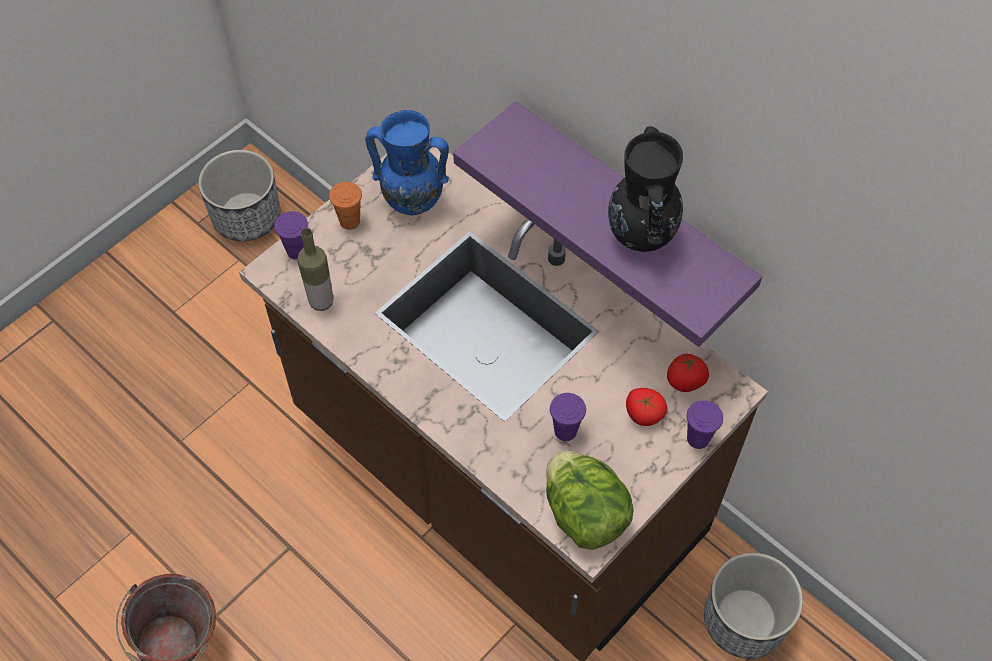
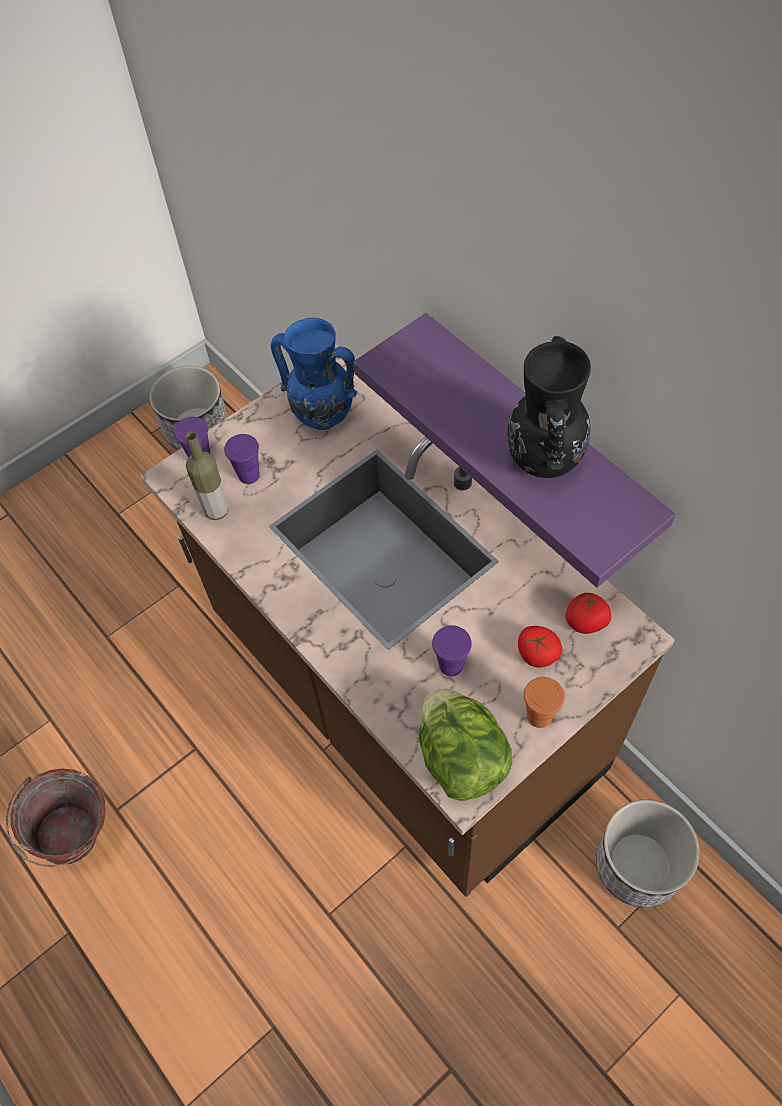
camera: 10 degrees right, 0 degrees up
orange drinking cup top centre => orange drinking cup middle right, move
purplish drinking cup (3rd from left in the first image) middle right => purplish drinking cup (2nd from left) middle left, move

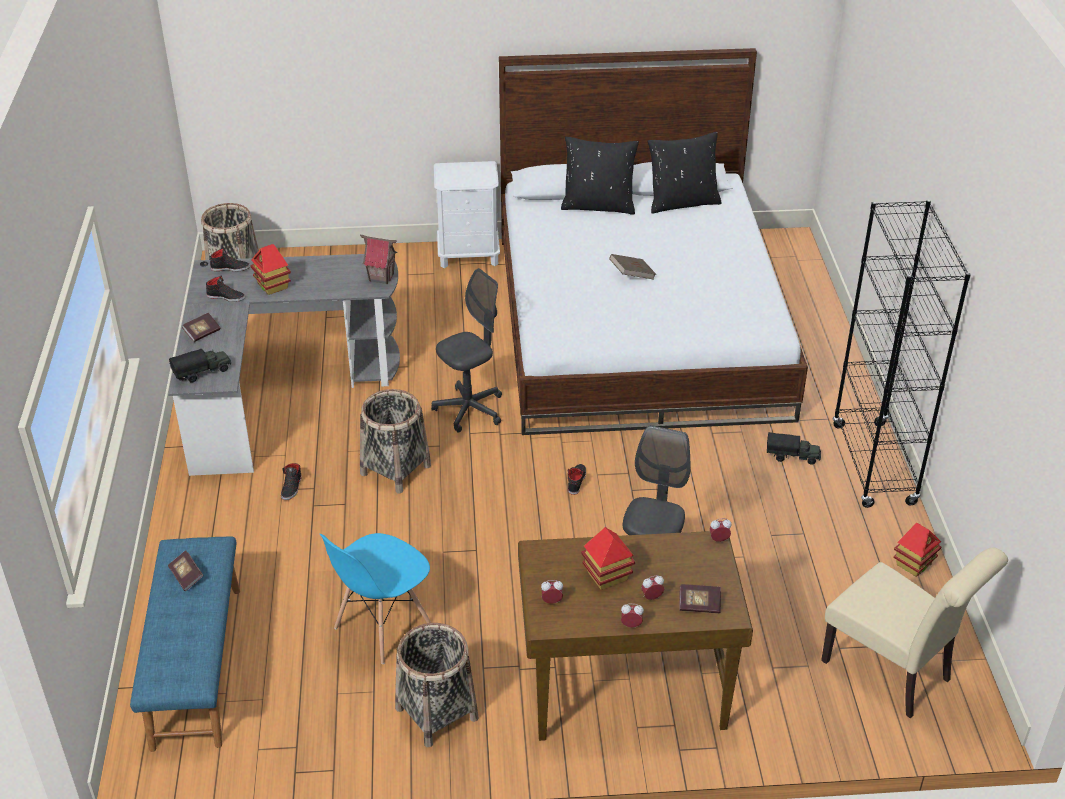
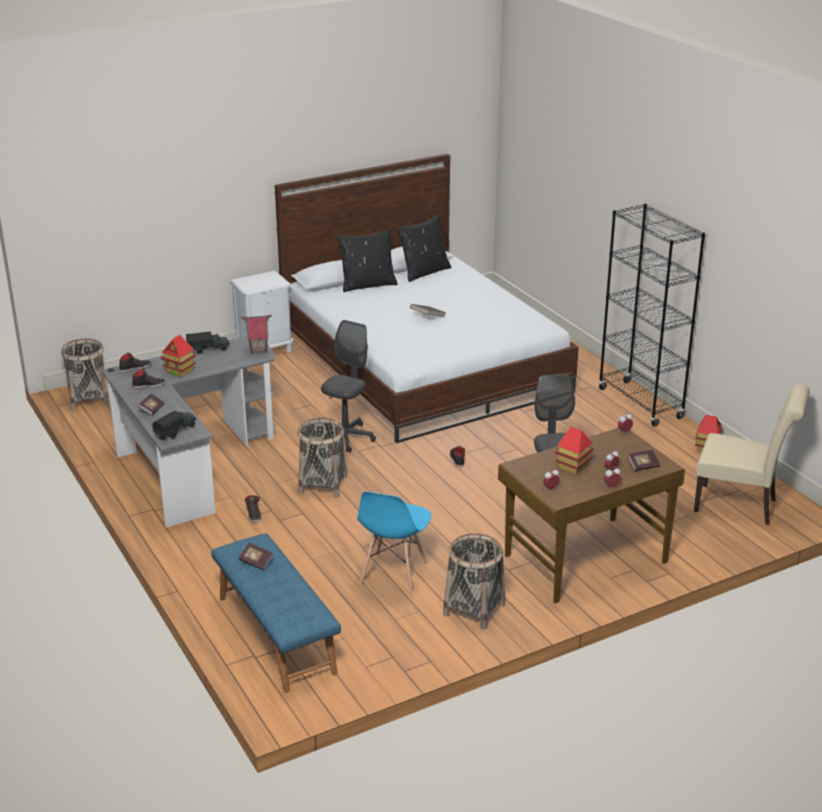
camera: 25 degrees left, 10 degrees down
toy lorry (2nd from left) middle right => toy lorry (2nd from left) middle left, move

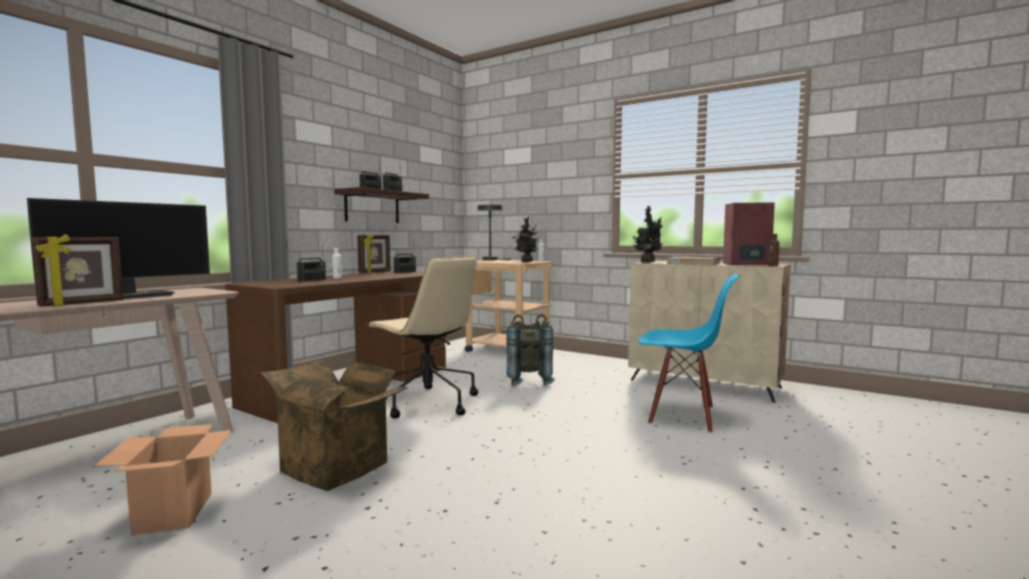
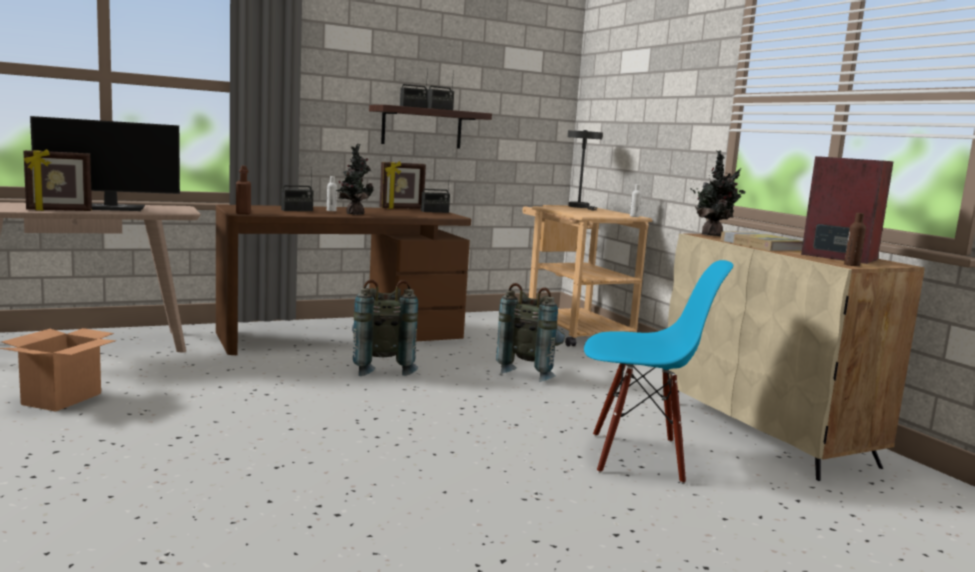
camera: 30 degrees right, 5 degrees up
potted plant (1st from left) centre => potted plant (1st from left) top centre, move
beige computer chair centre => grey rucksack (1st from left) centre
bluish chair middle right, 45 degrees counterclockwise
packing box (2nd from left) bottom left => nothing
nothing => brownish bottle (1st from left) top left

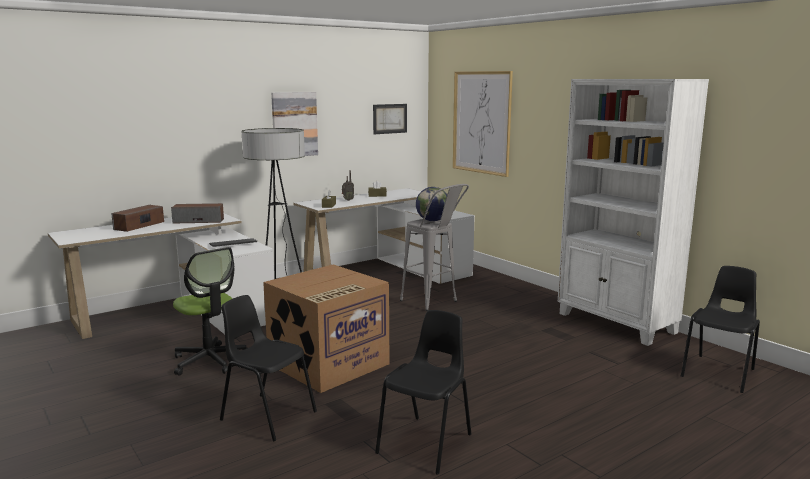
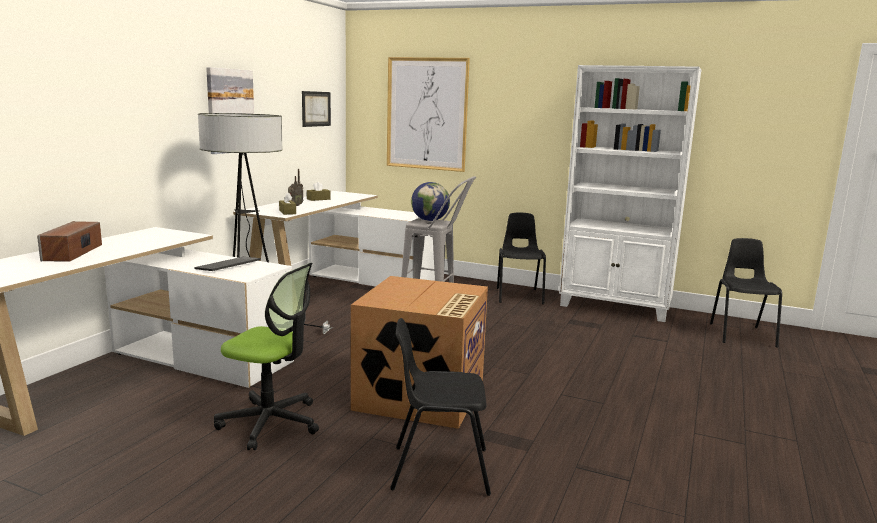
camera: 30 degrees left, 0 degrees up
loudspeaker (2nd from left) middle left => nothing
black chair (2nd from left) bottom centre => black chair (2nd from left) centre, move

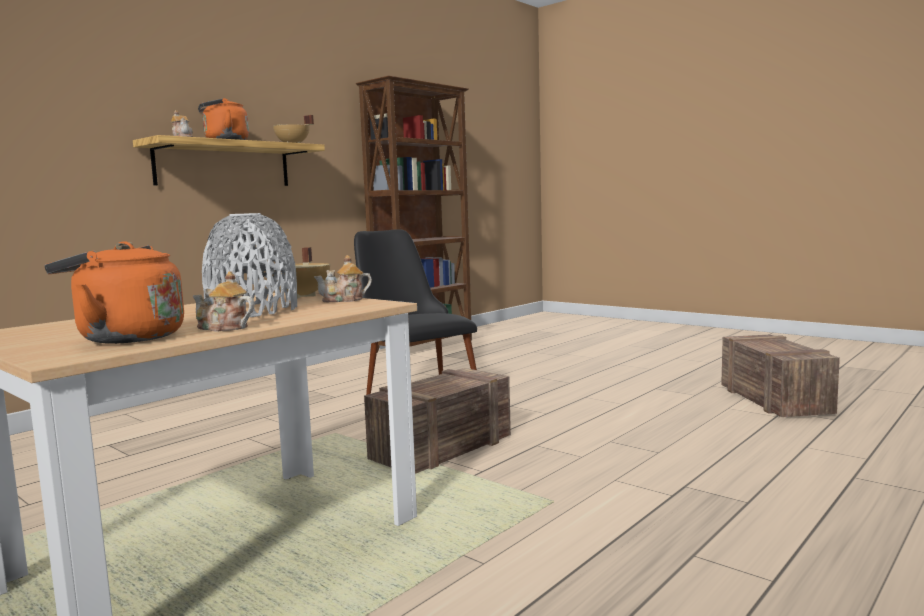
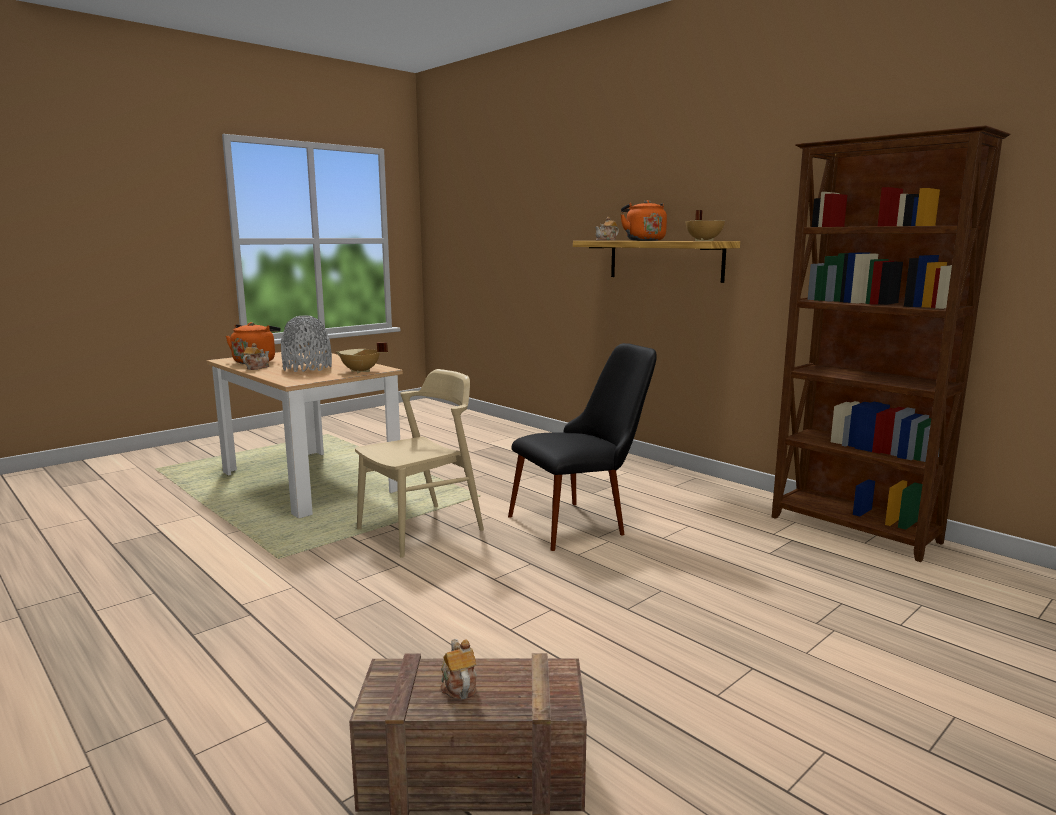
camera: 95 degrees right, 5 degrees up
pot for tea (3rd from left in the first image) centre => pot for tea (2nd from left) bottom centre, move
packing crate (1st from left) bottom centre => beige chair centre

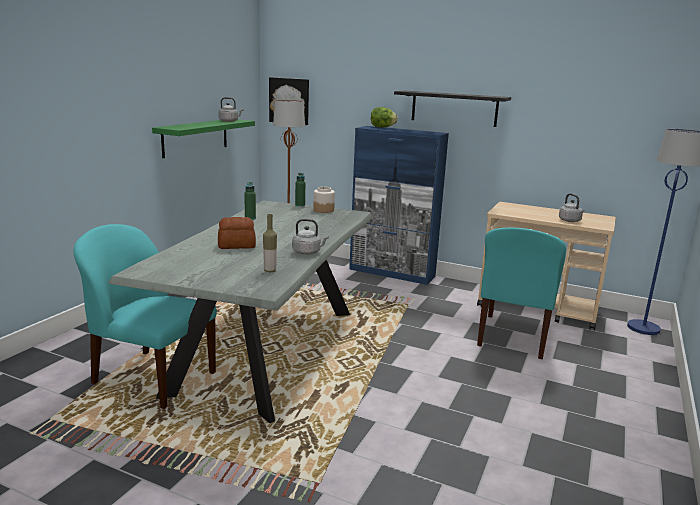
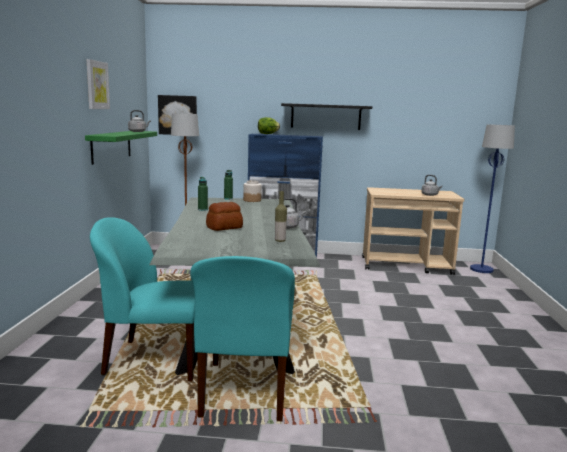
camera: 20 degrees left, 5 degrees down
turquoise chair (2nd from left) middle right => turquoise chair (2nd from left) bottom centre, move
nothing => wall picture (1st from left) top left

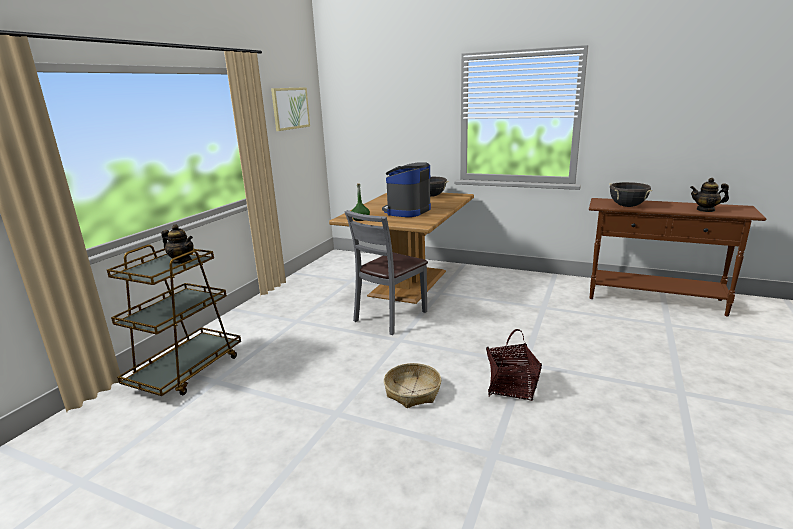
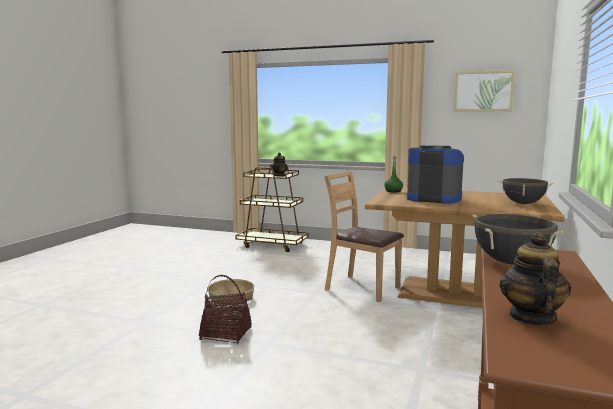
camera: 85 degrees right, 10 degrees down
grey chair centre => brownish chair centre

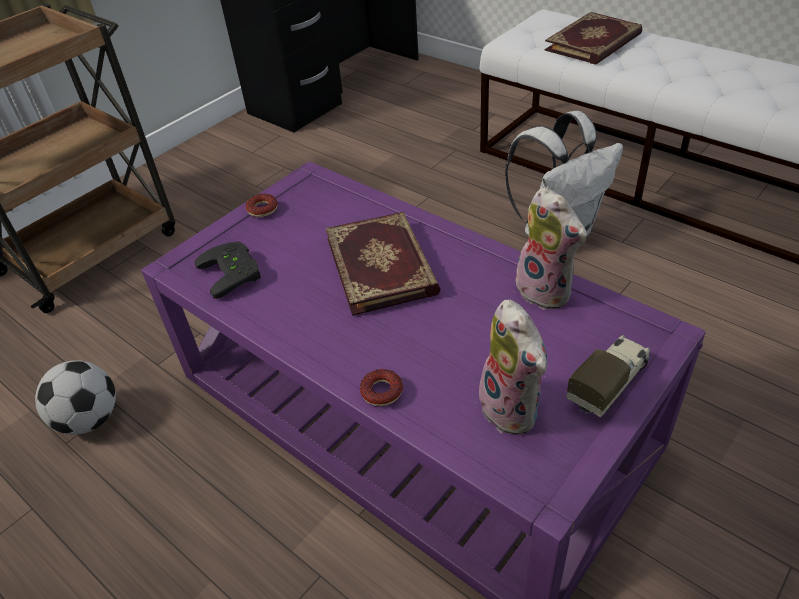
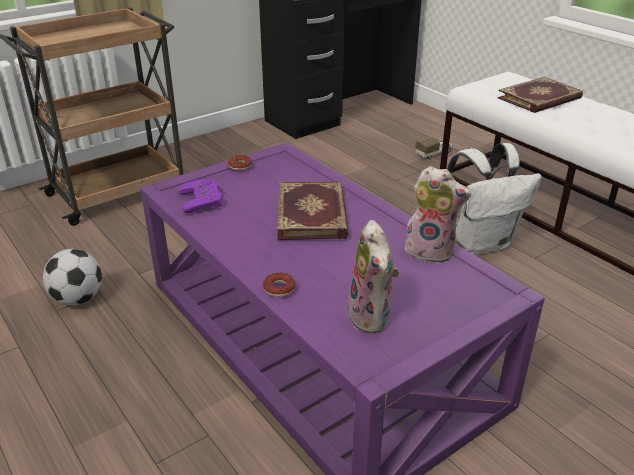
camera: 10 degrees right, 10 degrees down
soft toy (2nd from left) middle right, 45 degrees counterclockwise
black gamepad middle left => purplish gamepad middle left
toy lorry middle right => toy lorry top right, move

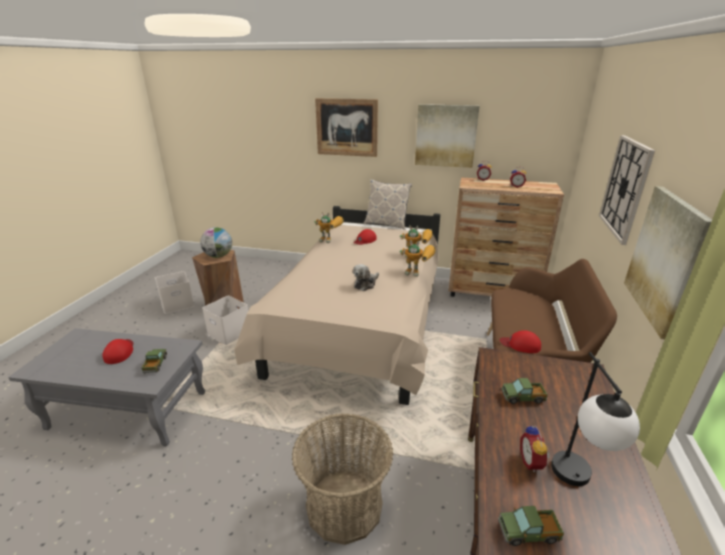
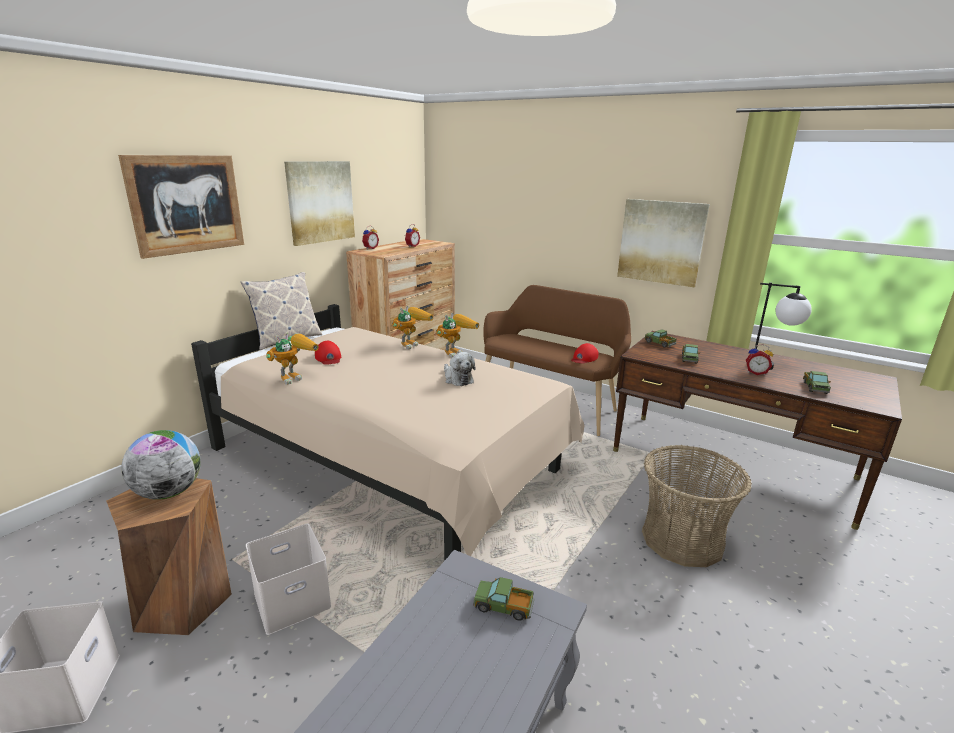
camera: 70 degrees left, 5 degrees down
hanging clock middle right => nothing
reddish peaked cap (1st from left) middle left => nothing
nothing => toy lorry (2nd from left) middle right

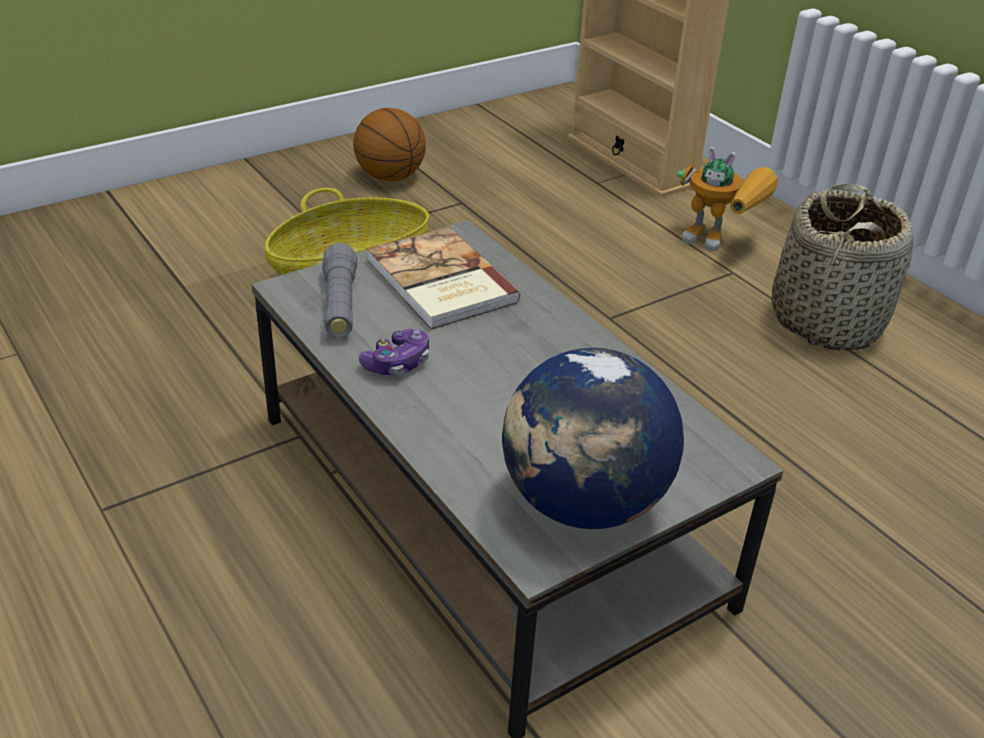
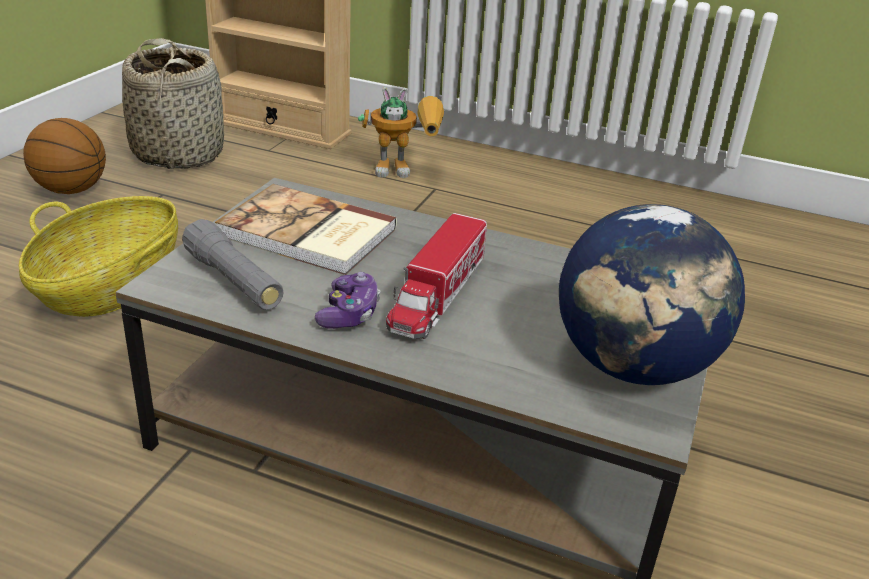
camera: 35 degrees left, 5 degrees down
storage basket (2nd from left) middle right => storage basket (2nd from left) top left, move
nothing => toy lorry centre

